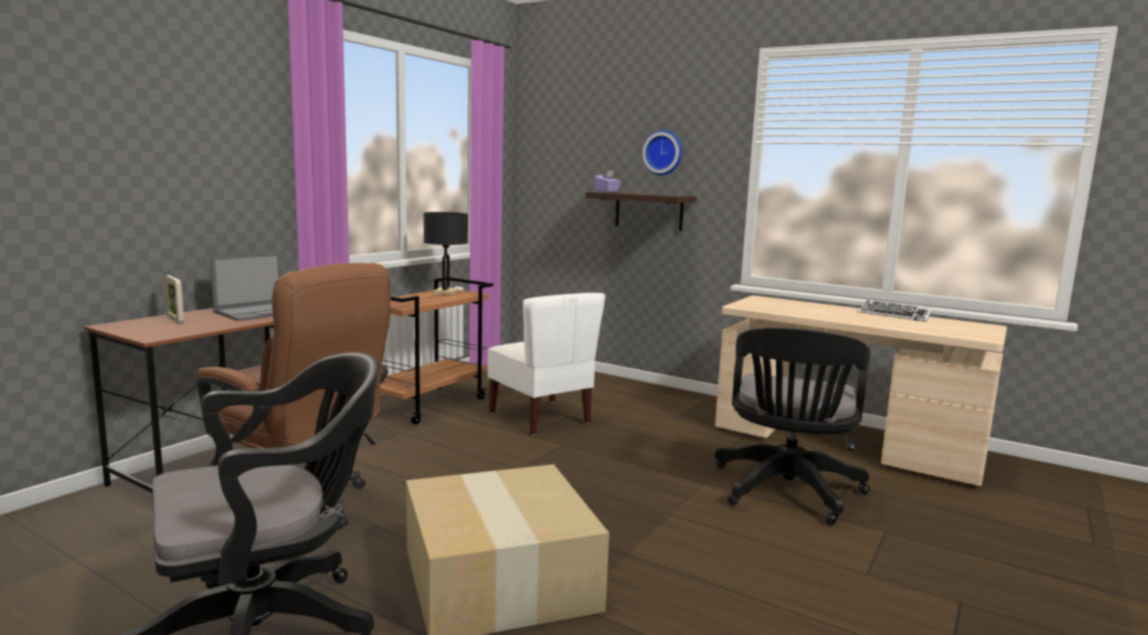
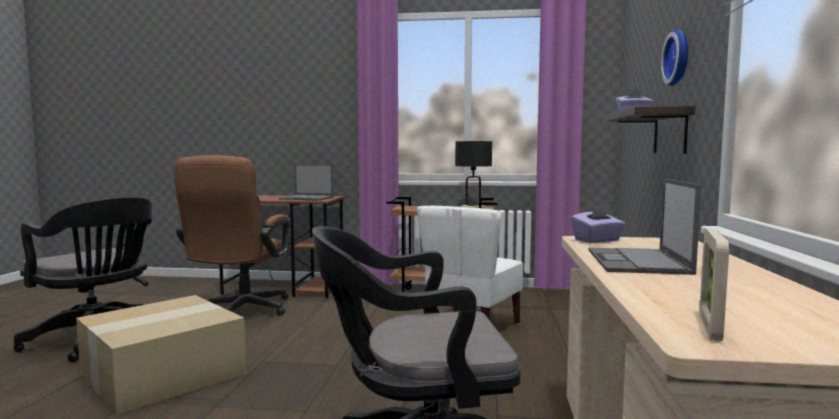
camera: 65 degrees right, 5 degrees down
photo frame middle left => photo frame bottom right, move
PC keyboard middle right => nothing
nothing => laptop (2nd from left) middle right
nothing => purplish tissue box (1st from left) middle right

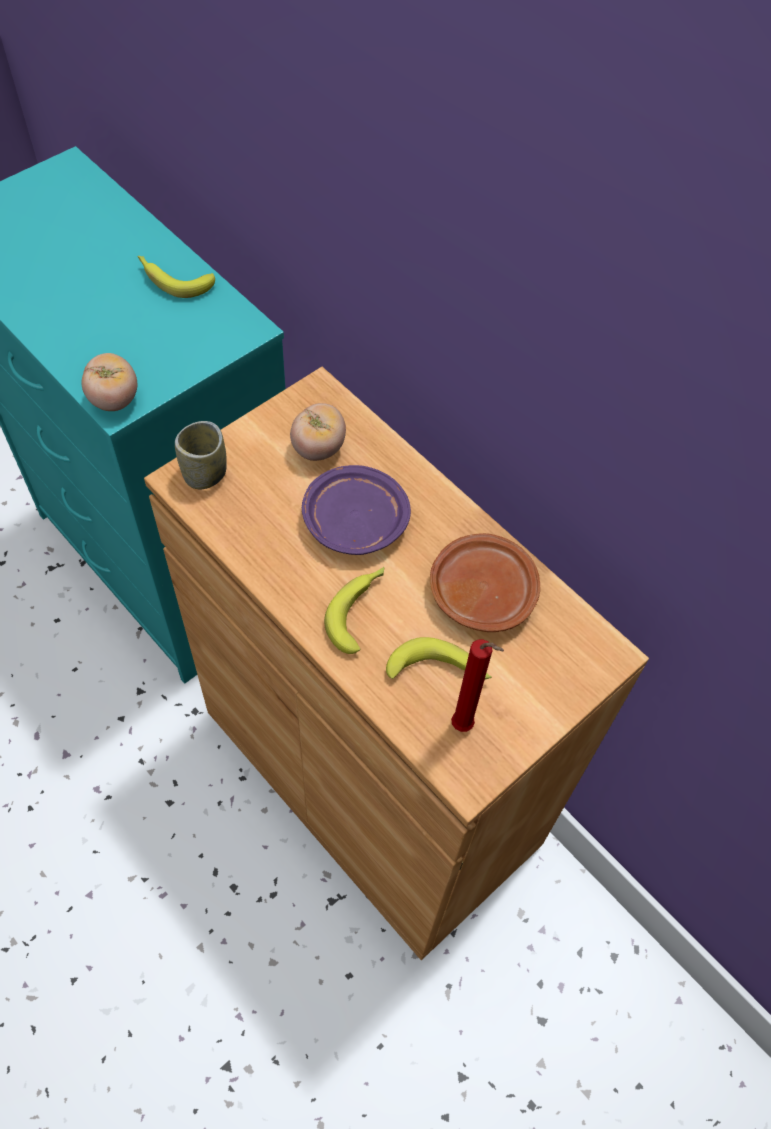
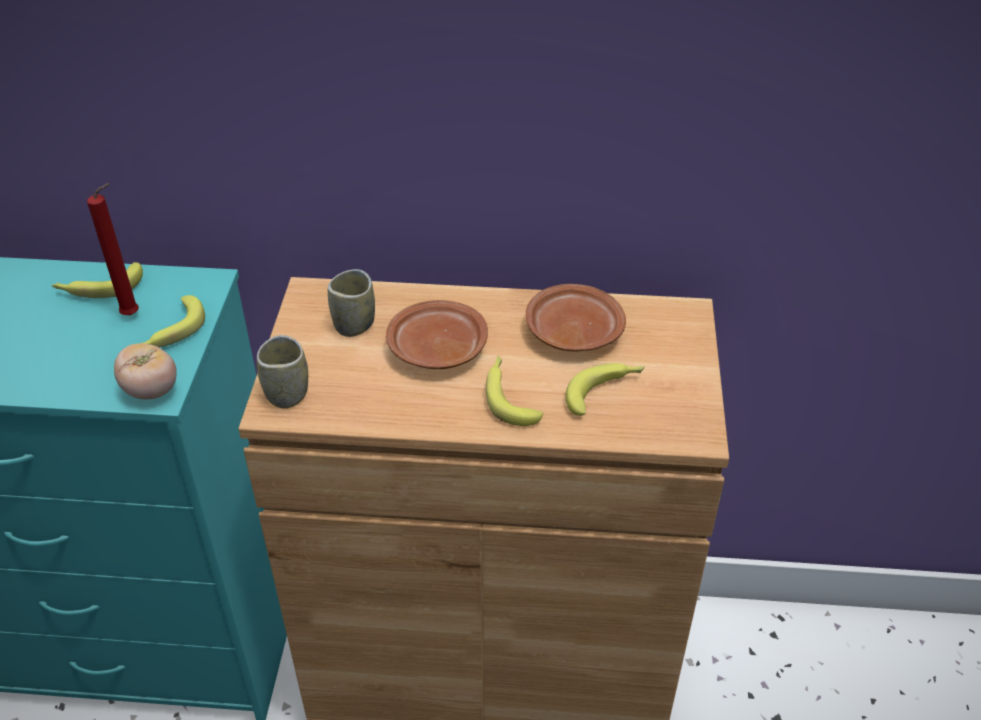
camera: 40 degrees left, 15 degrees down
tomato (2nd from left) centre => drinking cup (2nd from left) centre
purplish plate centre => brownish plate (1st from left) centre
reddish wax light centre => reddish wax light middle left, move
nothing => banana fruit (2nd from left) middle left

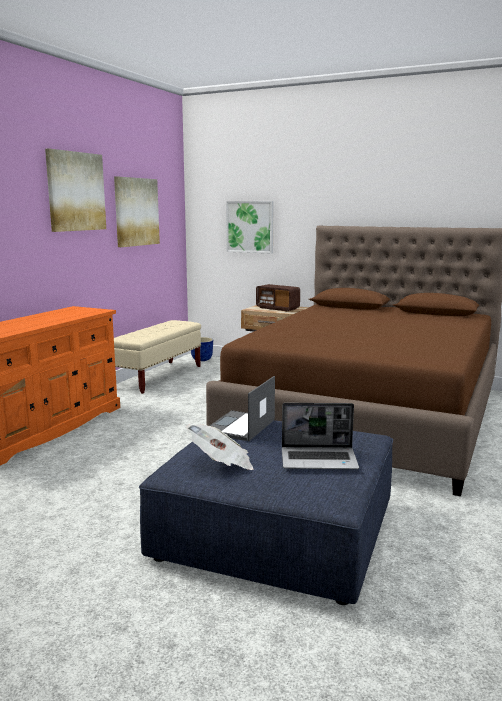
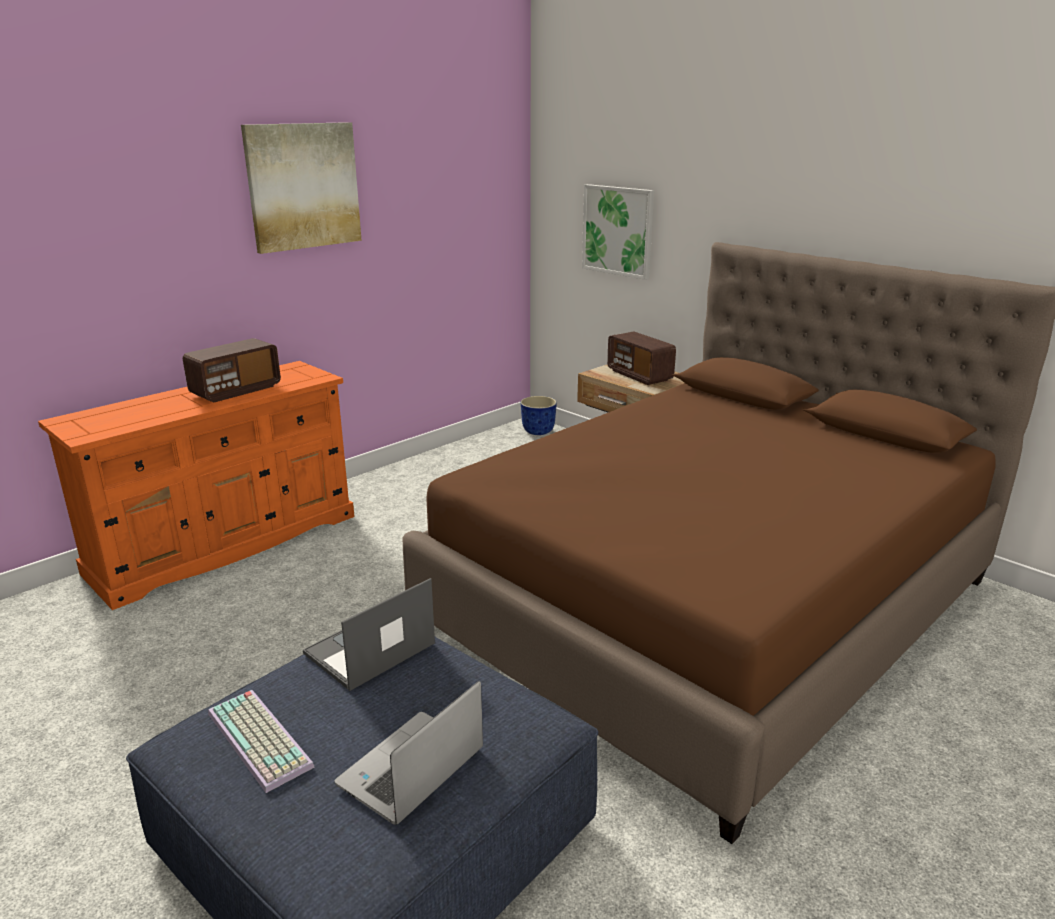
camera: 20 degrees right, 10 degrees up
wall picture (2nd from left) top left => nothing
beige long seat middle left => nothing
laptop (2nd from left) centre => laptop (2nd from left) bottom centre, 105 degrees clockwise
printed paper centre => PC keyboard bottom left
nothing => radio (1st from left) middle left

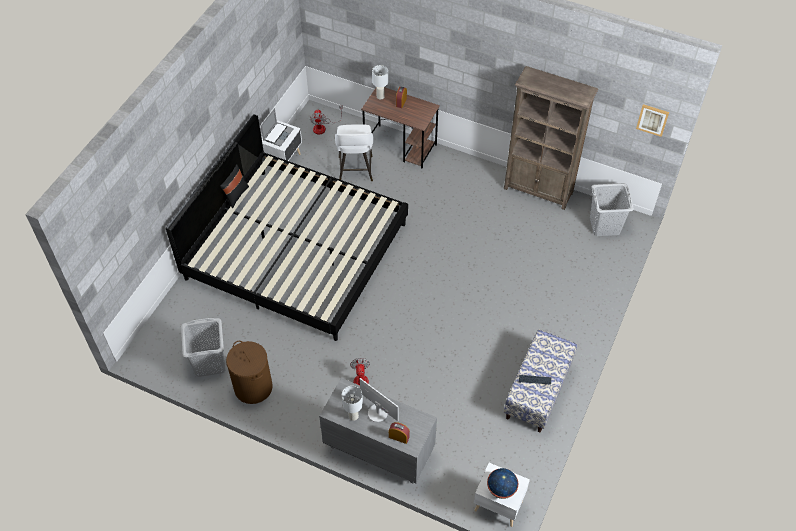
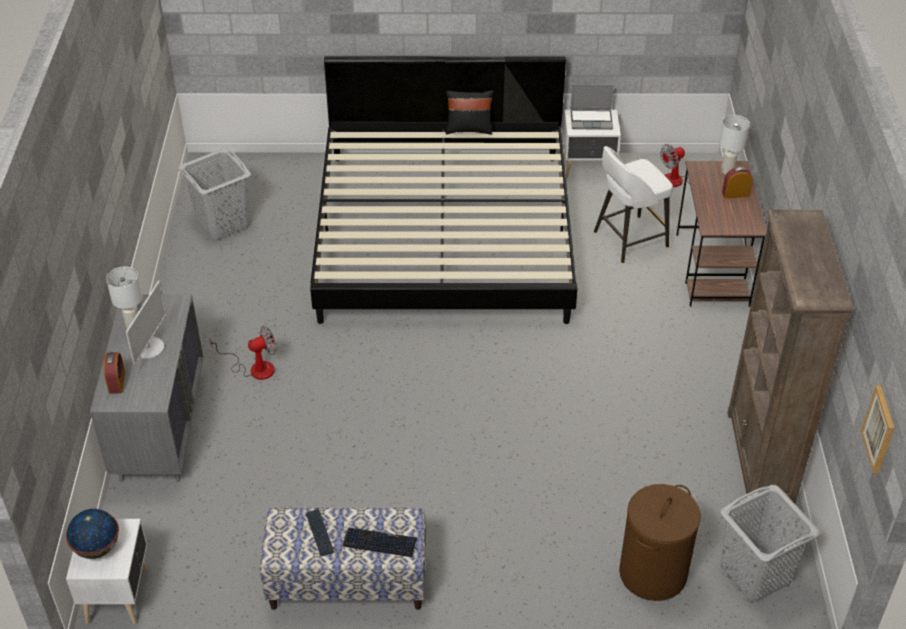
camera: 65 degrees right, 10 degrees down
brownish laundry basket bottom left => brownish laundry basket bottom right, move
nothing => PC keyboard (2nd from left) bottom centre

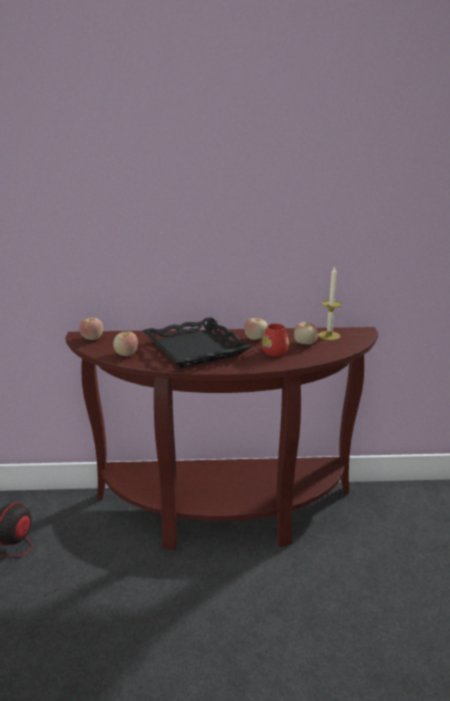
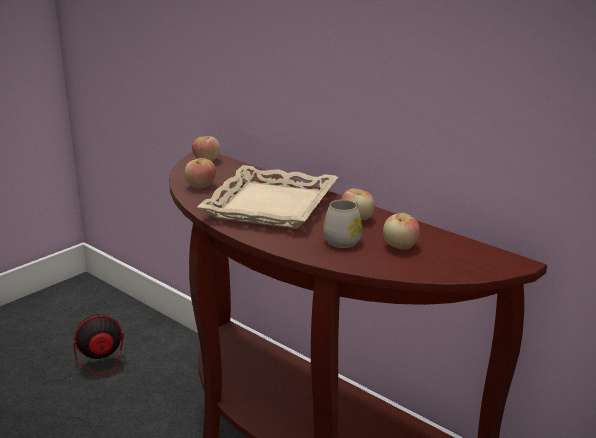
camera: 45 degrees right, 0 degrees up
wax light middle right => nothing
black serving tray centre => beige serving tray centre
reddish tea mug centre => white-coloured tea mug centre

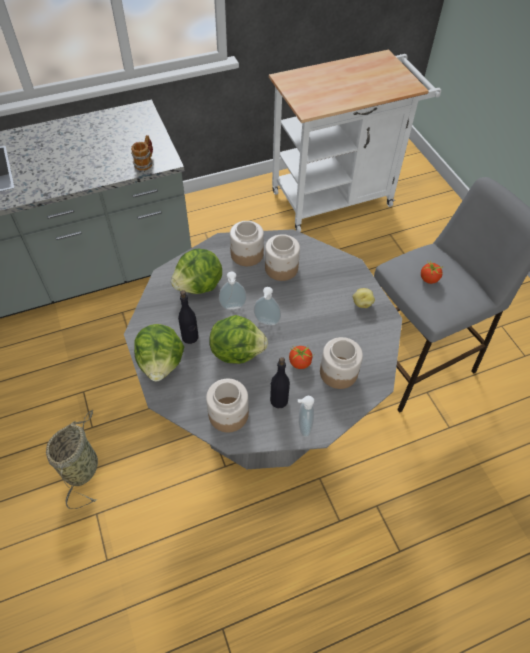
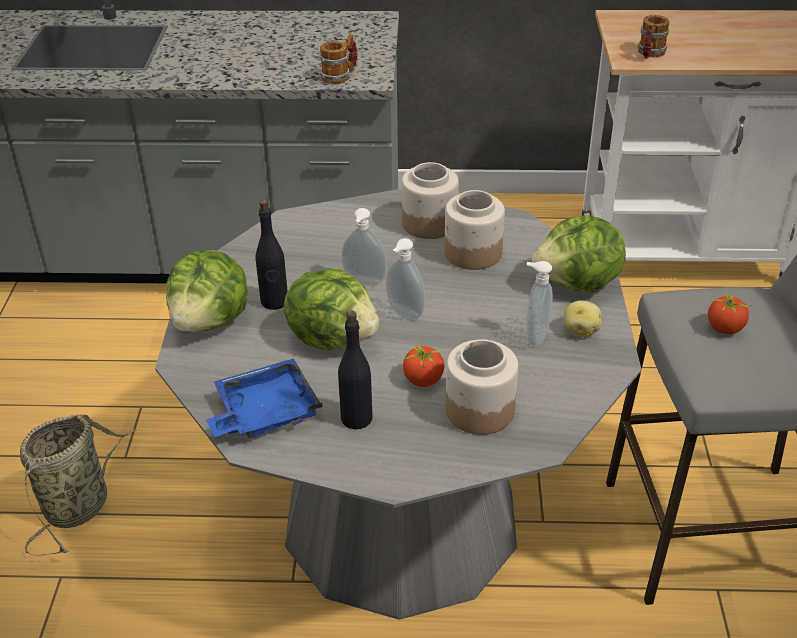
camera: 25 degrees right, 15 degrees down
lettuce (2nd from left in the first image) centre => lettuce (3rd from left) middle right, move
preserve jar (1st from left) centre => bluish serving tray middle left
liquid soap bottle (3rd from left) centre => liquid soap bottle (3rd from left) middle right, move
nothing => tea mug (2nd from left) top right

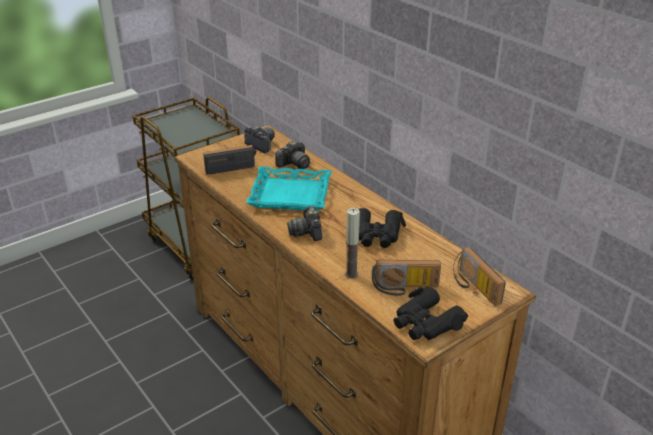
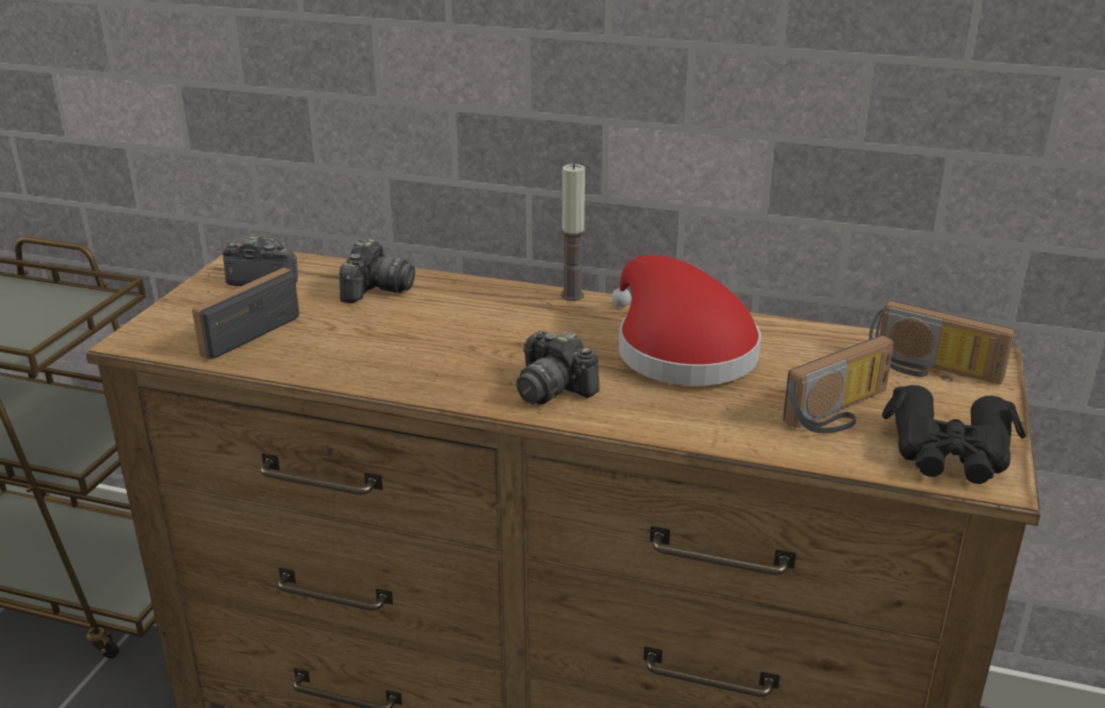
camera: 35 degrees left, 5 degrees down
turquoise serving tray centre => nothing
wax light centre => wax light top centre, move
black binoculars (1st from left) centre => reddish hat centre

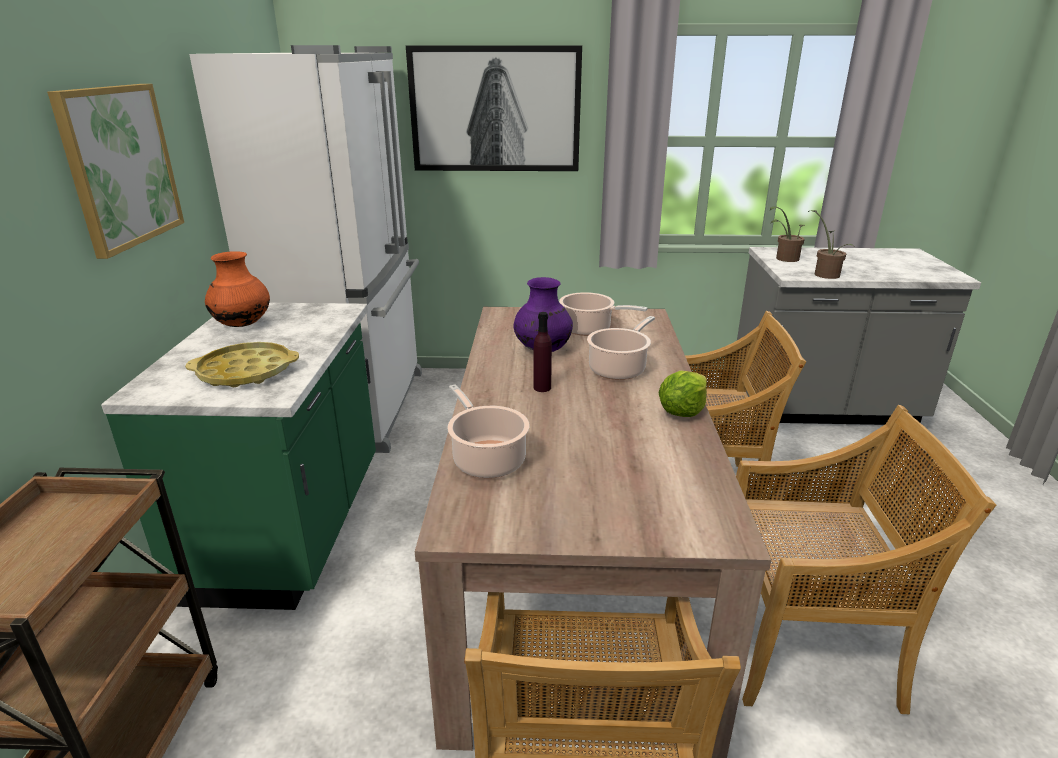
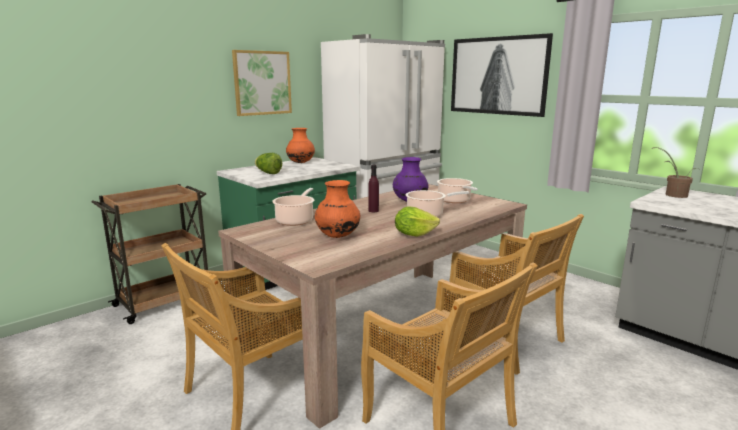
camera: 45 degrees right, 10 degrees down
potted plant (2nd from left) top right => nothing
yellow serving tray middle left => lettuce (1st from left) centre
nothing => orange vase (2nd from left) centre

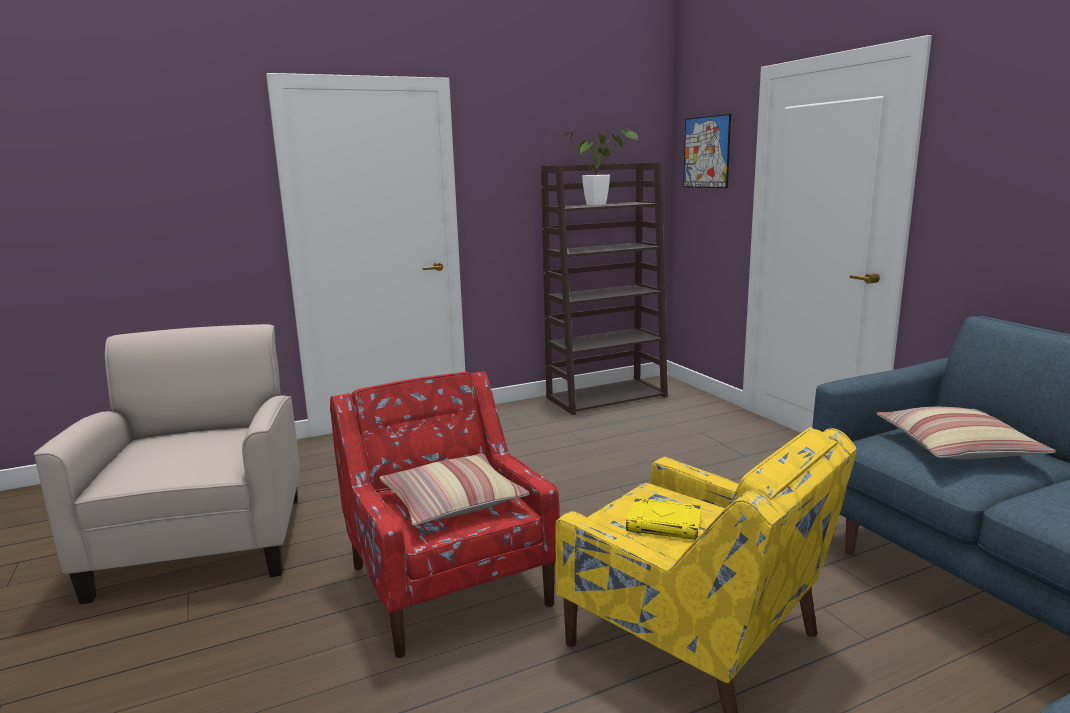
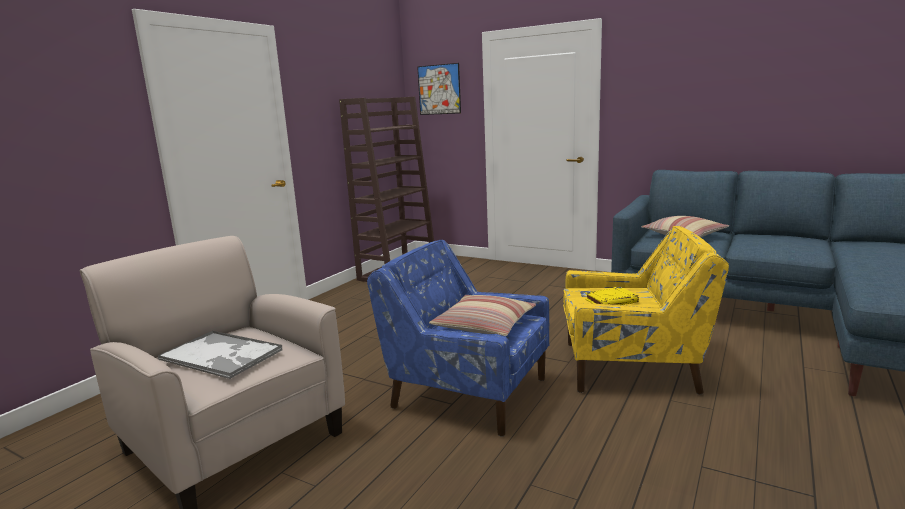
camera: 35 degrees left, 0 degrees up
potted plant top centre => nothing
reddish lounge chair bottom centre => bluish lounge chair centre
nothing => serving tray bottom left

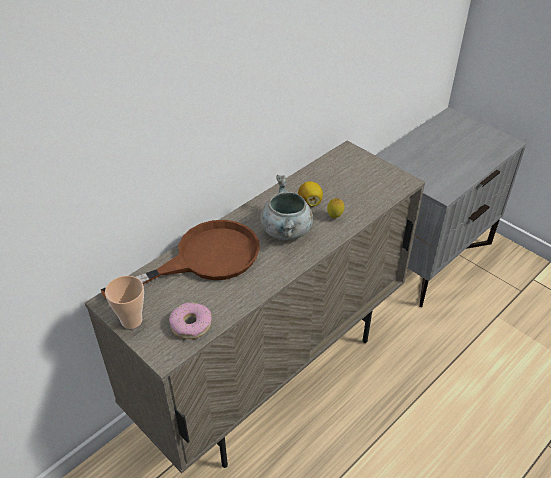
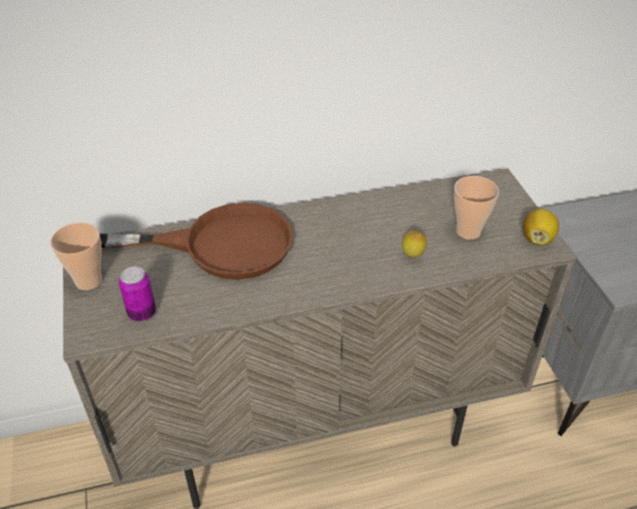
camera: 30 degrees right, 0 degrees up
grey stockpot centre => nothing
citrus fruit (1st from left in the first image) centre => citrus fruit (2nd from left) middle right, move
doughnut bottom centre => can middle left
nothing => drinking cup (2nd from left) middle right

